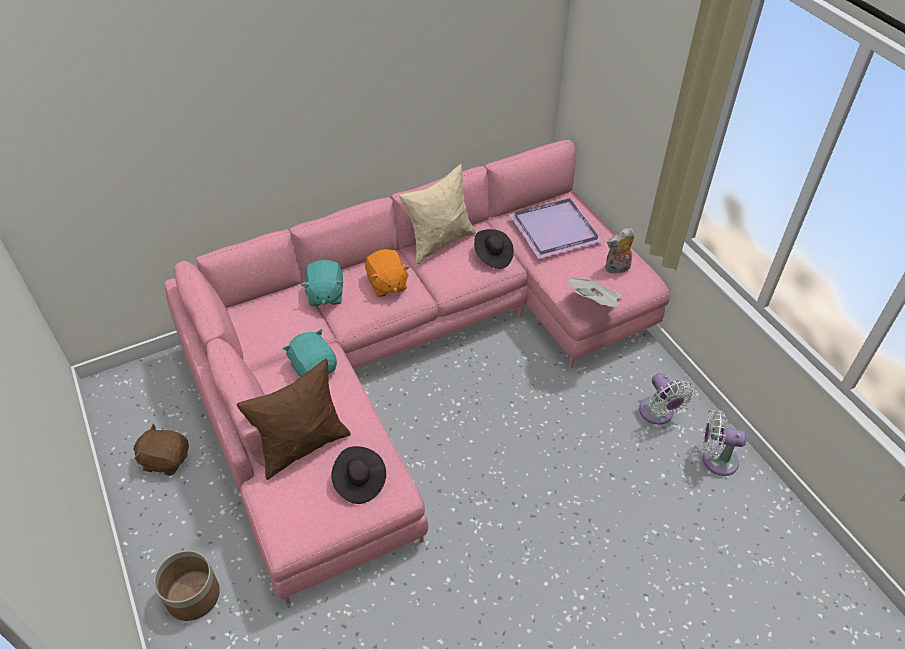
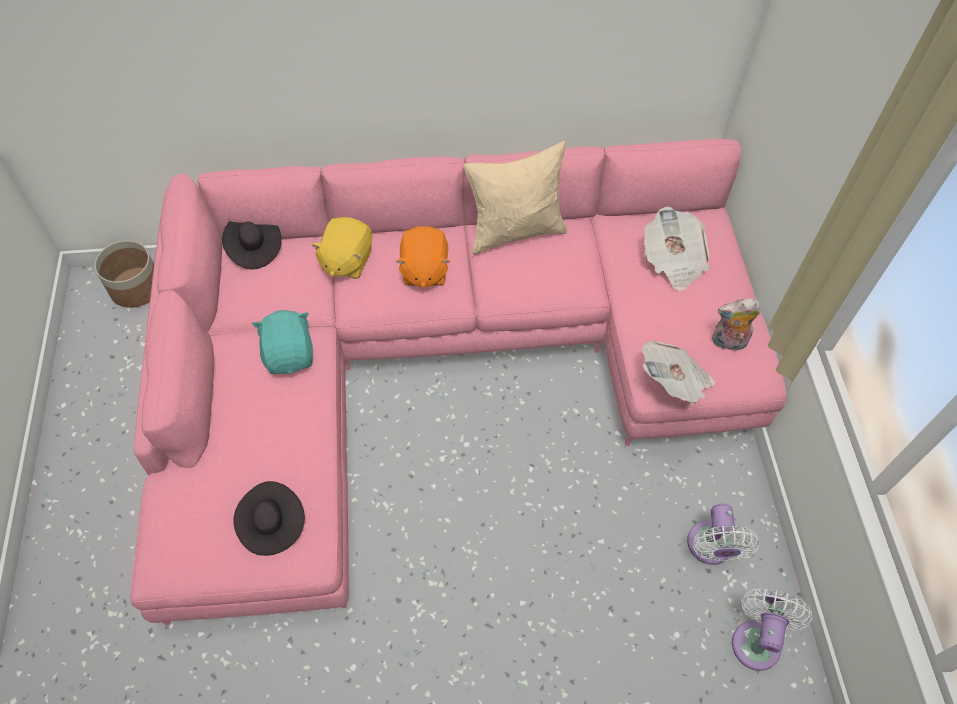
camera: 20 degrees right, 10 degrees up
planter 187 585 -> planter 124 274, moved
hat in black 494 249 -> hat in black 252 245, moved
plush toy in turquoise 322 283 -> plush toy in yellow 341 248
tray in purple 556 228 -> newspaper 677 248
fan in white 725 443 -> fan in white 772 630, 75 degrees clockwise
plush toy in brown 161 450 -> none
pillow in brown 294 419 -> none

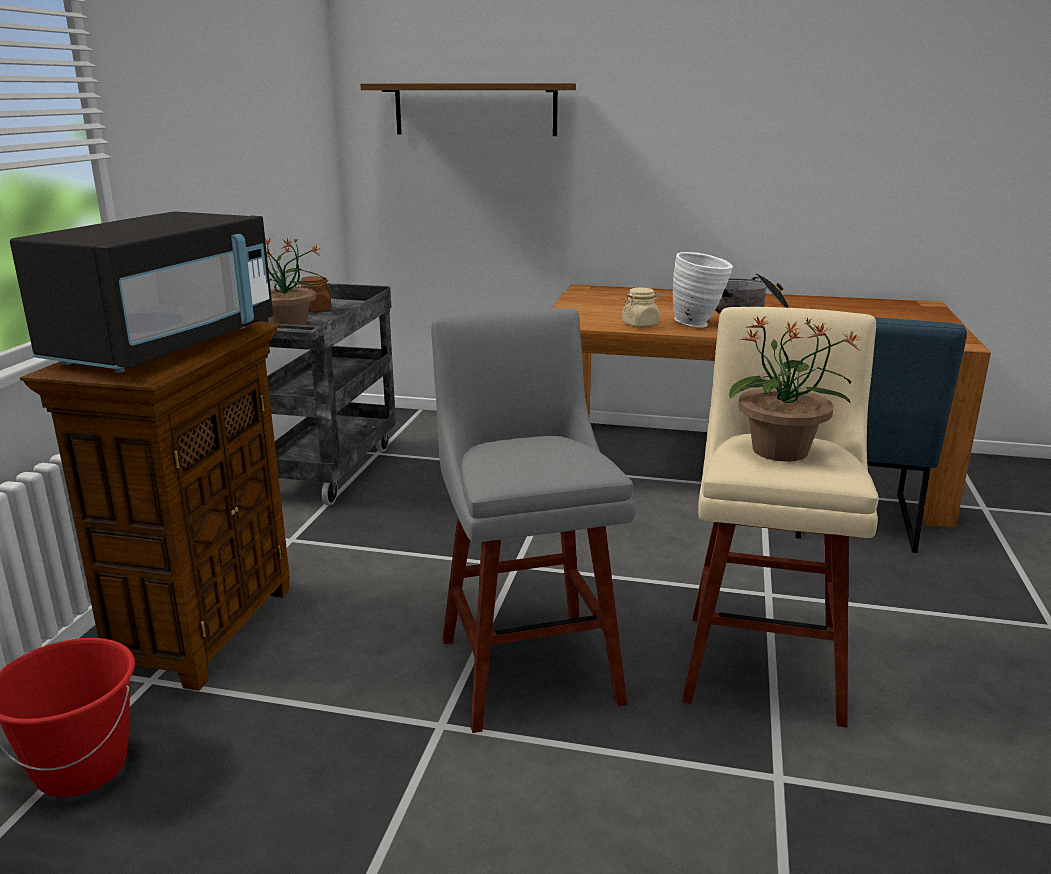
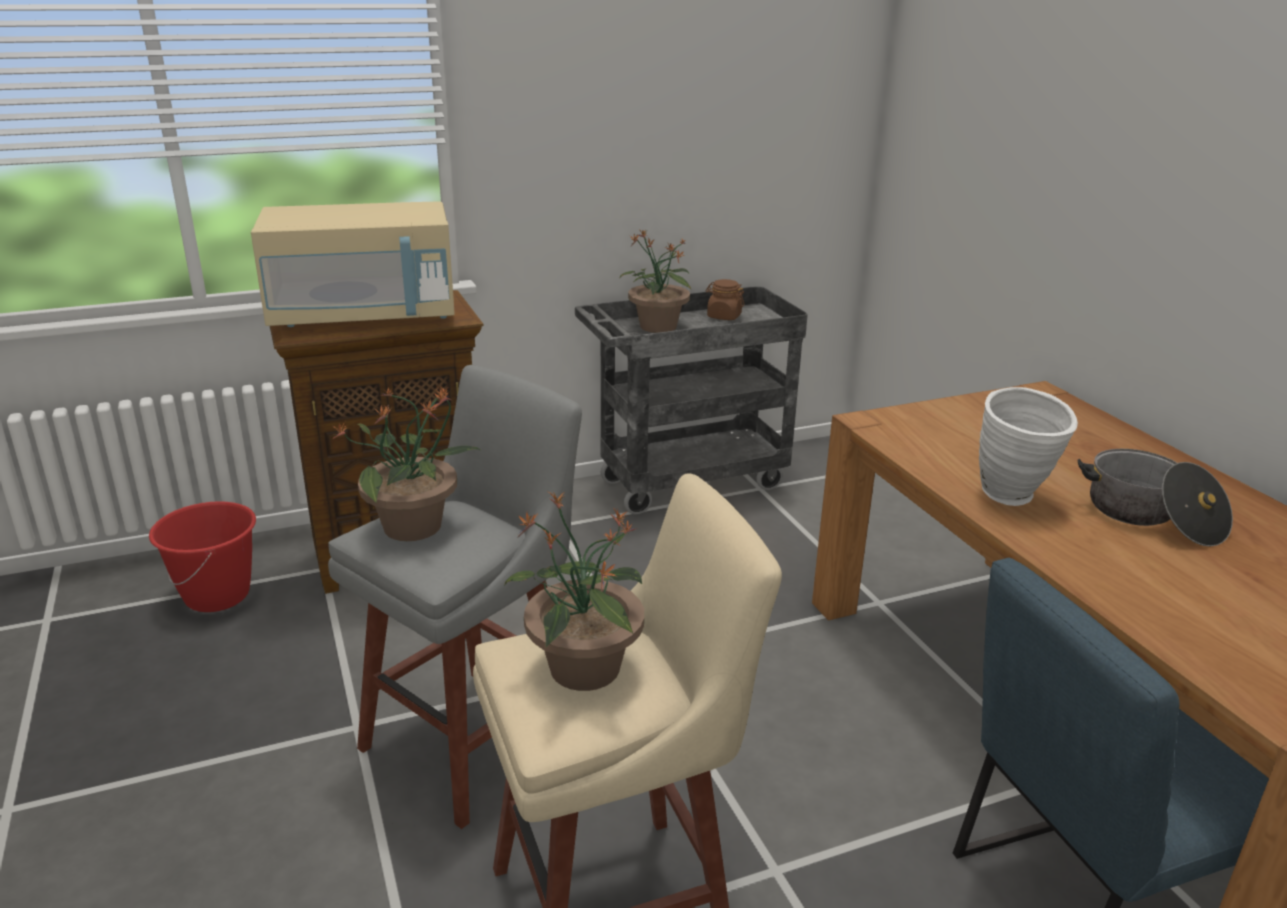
camera: 55 degrees right, 5 degrees up
microwave in black 141 292 -> microwave in beige 353 264
none -> potted plant 407 463
shelf 468 109 -> none
jar in beige 640 307 -> none

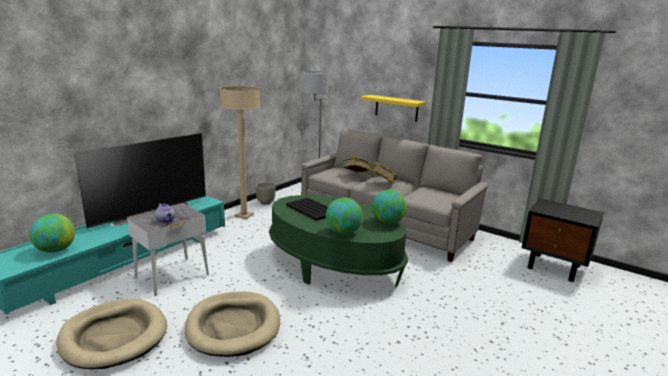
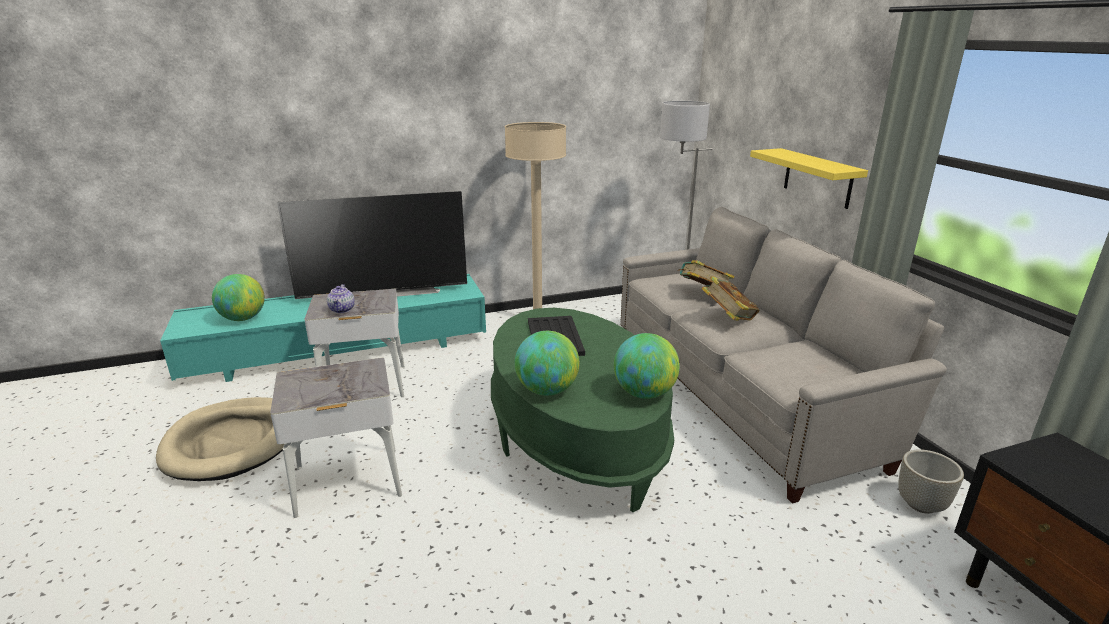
camera: 35 degrees right, 5 degrees up
dog bed in beige 232 324 -> side table 336 437
planter in grey 266 193 -> planter in grey 931 481, moved

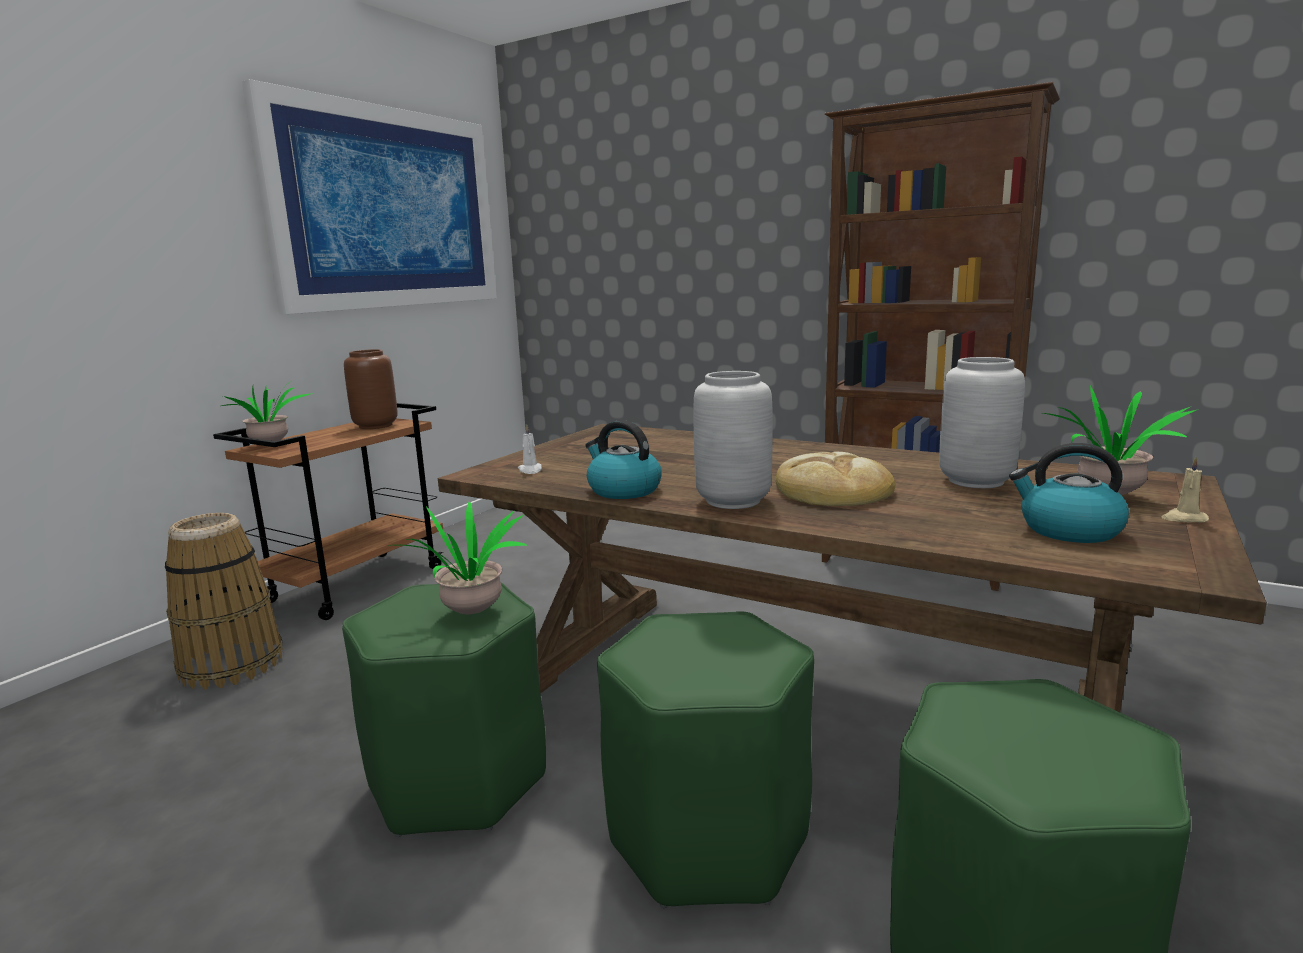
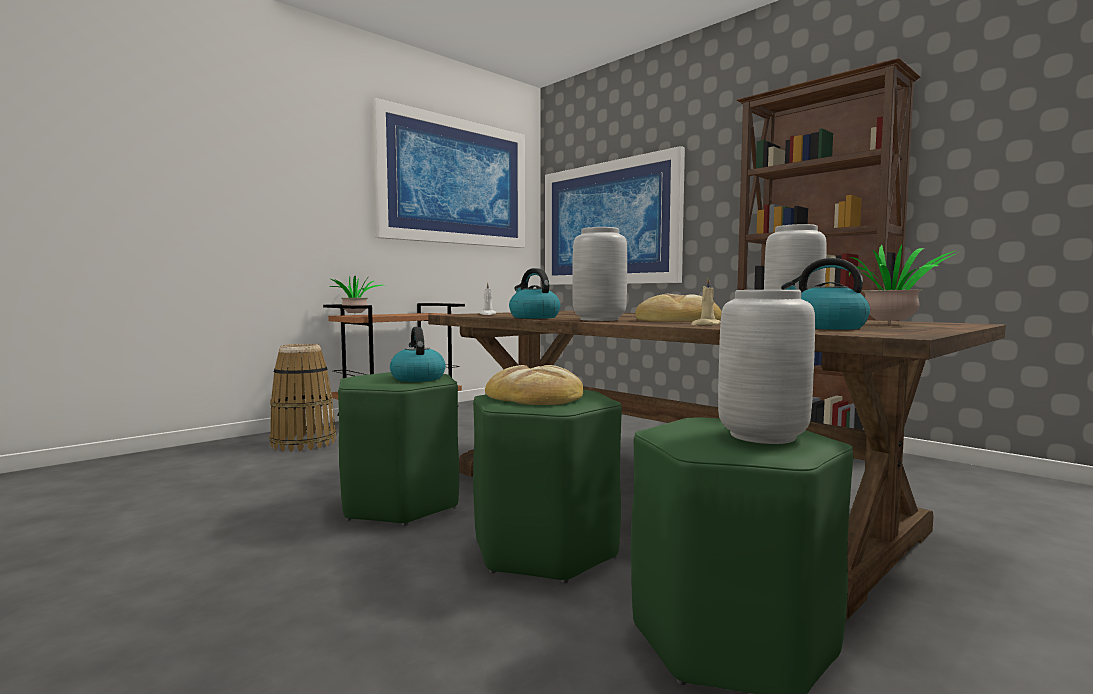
camera: 15 degrees right, 10 degrees down
potted plant 457 558 -> kettle 418 354
none -> bread 534 385
none -> picture 615 215
candle in beige 1185 489 -> candle in beige 706 301, moved
none -> vase in grey 766 367
vase in brown 371 389 -> none

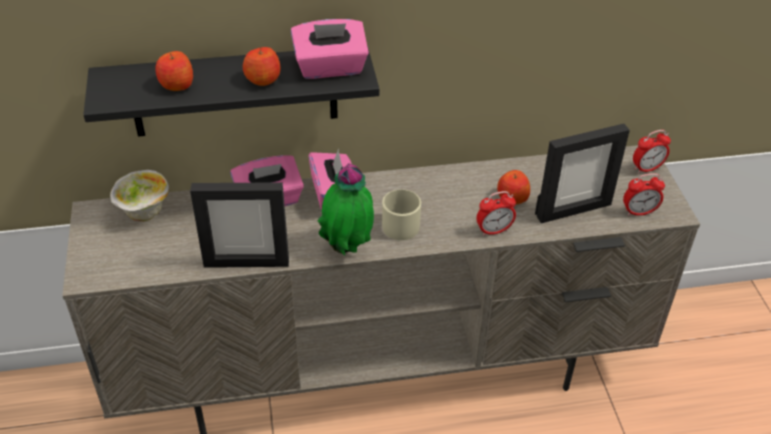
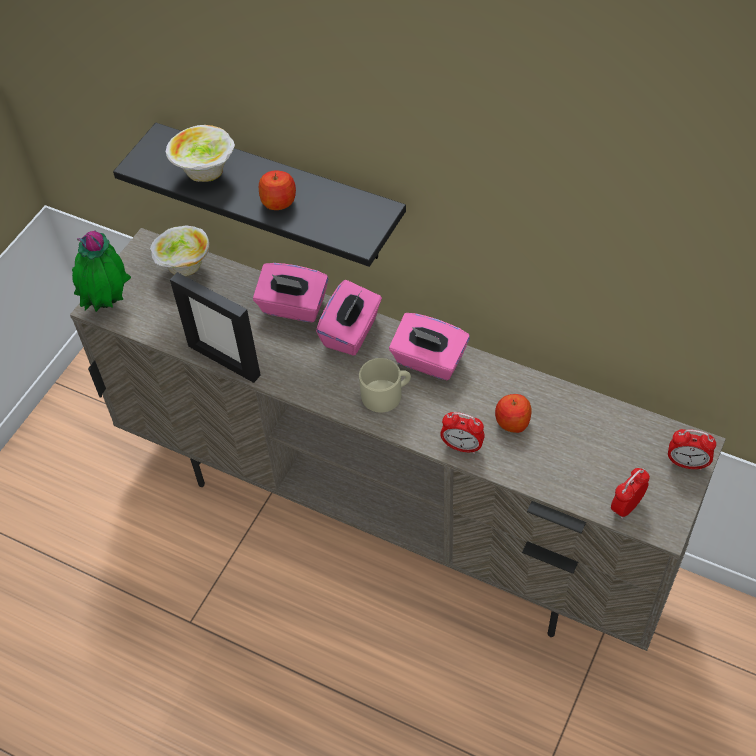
camera: 40 degrees right, 10 degrees up
potted plant 346 209 -> potted plant 101 271, moved
apple 174 71 -> bowl 200 153
tissue box in pink 330 49 -> tissue box in pink 429 346, moved
alarm clock 644 194 -> alarm clock 630 493, 105 degrees clockwise
picture frame 582 173 -> none

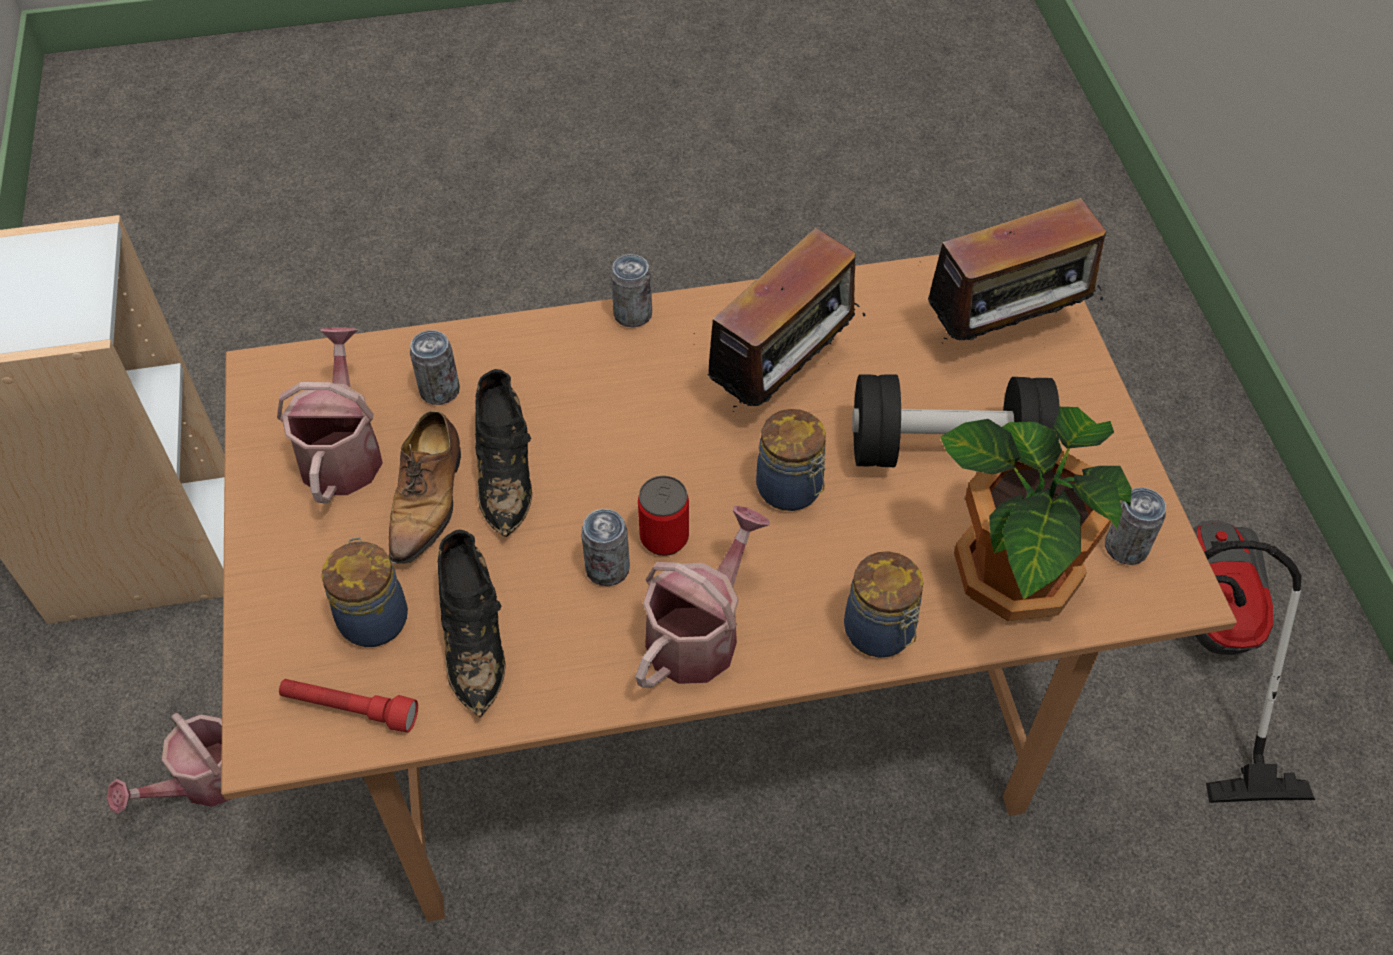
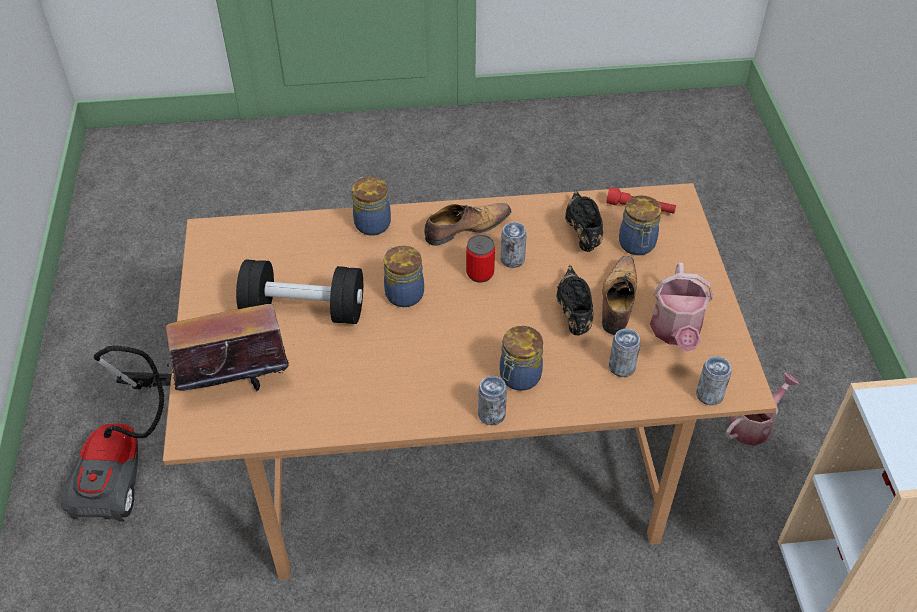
camera: 175 degrees left, 5 degrees down
watering can 703 597 -> shoe 468 224
none -> jar 521 358
can 1135 526 -> can 714 381, moved
radio 780 320 -> none
potted plant 1036 514 -> none

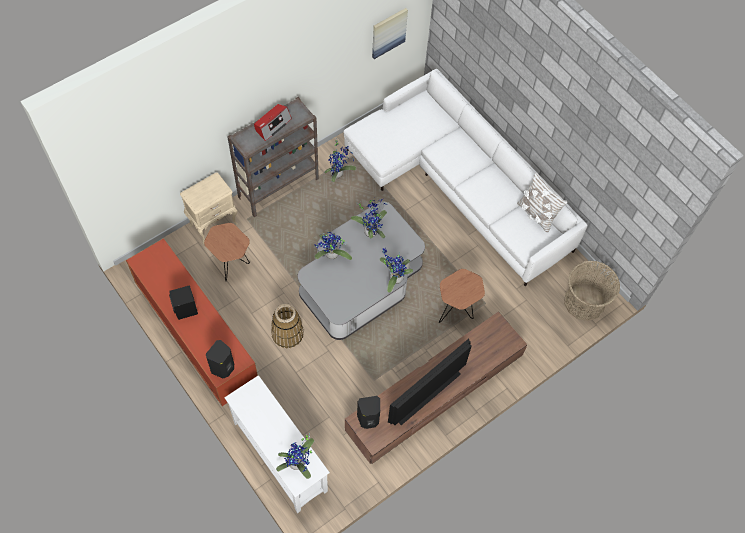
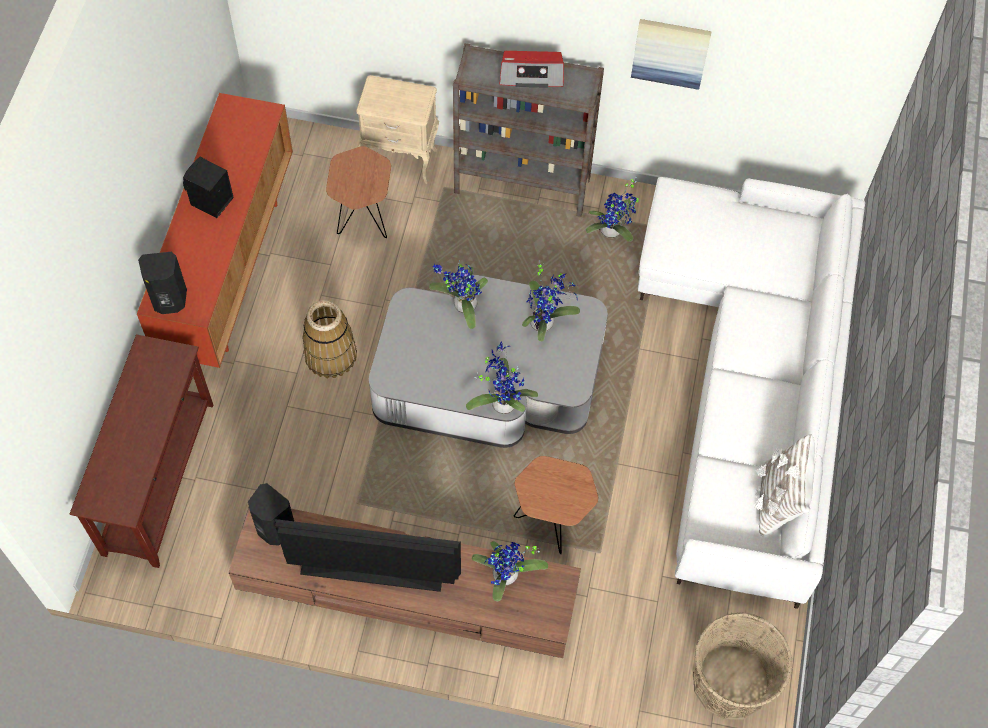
camera: 50 degrees right, 0 degrees up
console table in white 277 444 -> console table in brown 141 451
potted plant 295 456 -> potted plant 510 571, moved
picture 390 33 -> picture 671 54, moved

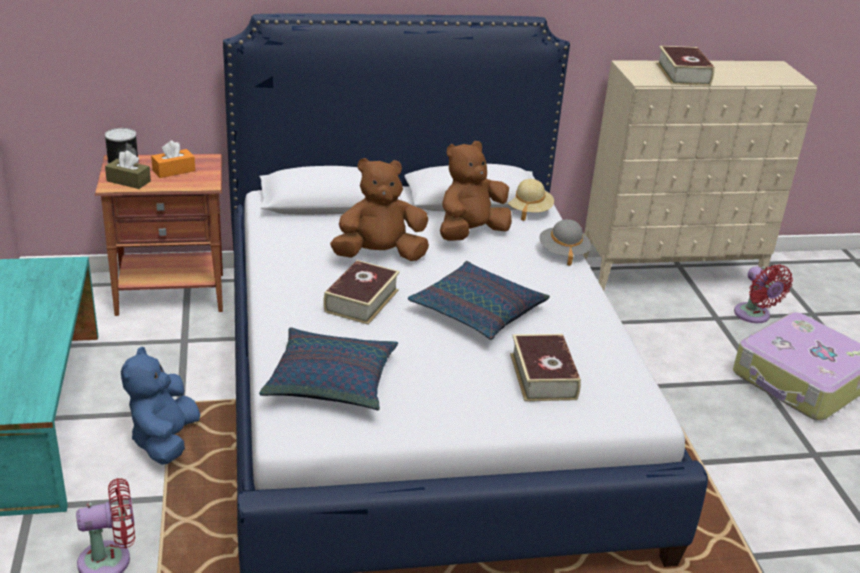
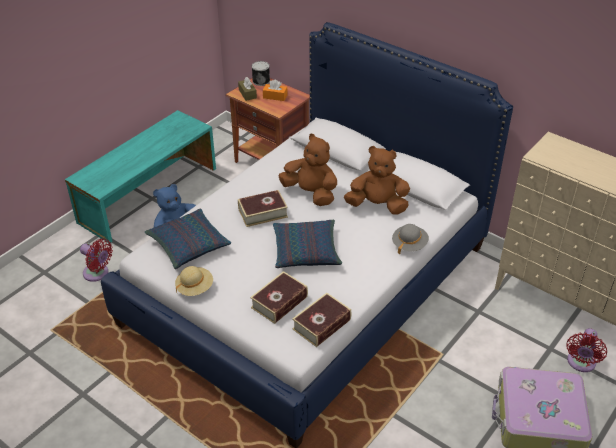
camera: 50 degrees right, 10 degrees up
hat in beige 531 200 -> hat in beige 194 281, moved
book 685 66 -> book 321 320, moved

